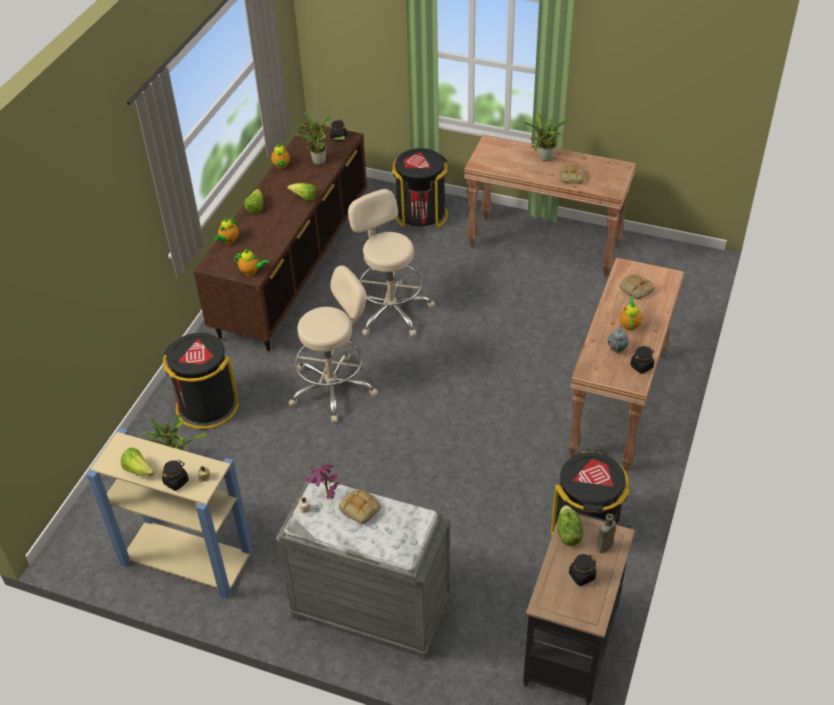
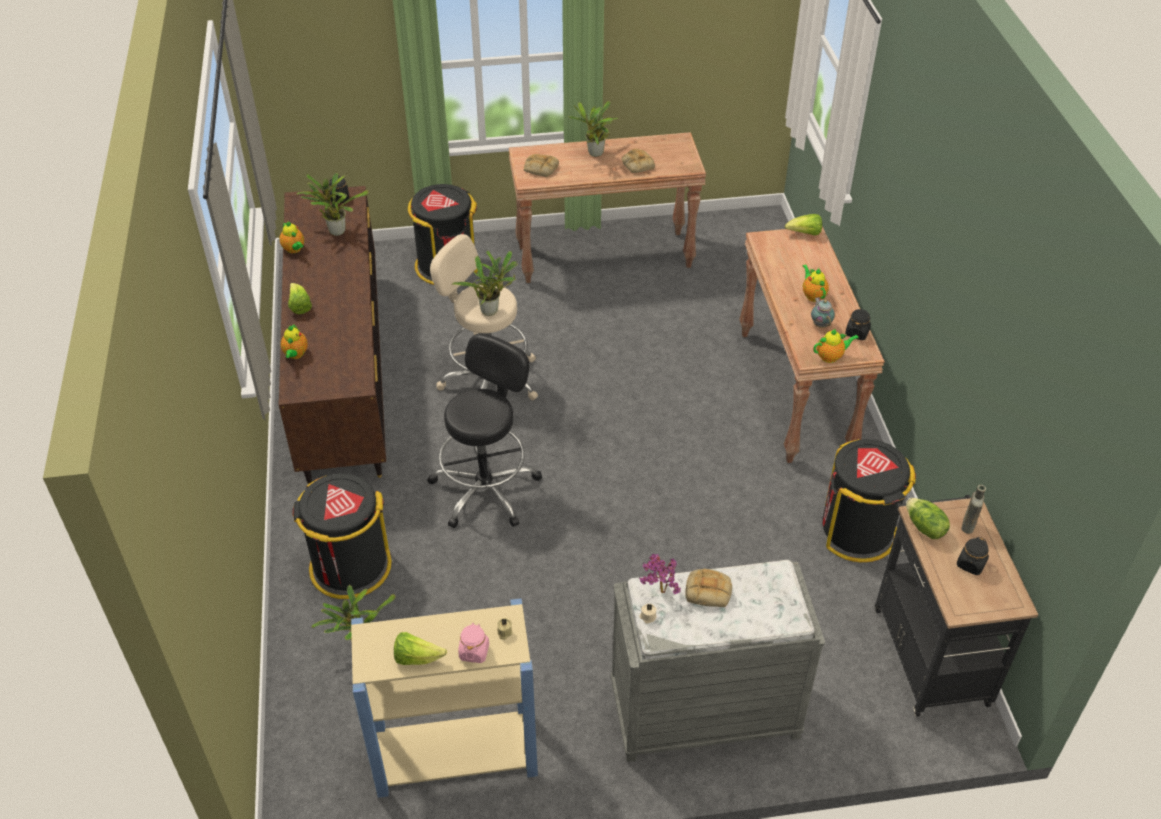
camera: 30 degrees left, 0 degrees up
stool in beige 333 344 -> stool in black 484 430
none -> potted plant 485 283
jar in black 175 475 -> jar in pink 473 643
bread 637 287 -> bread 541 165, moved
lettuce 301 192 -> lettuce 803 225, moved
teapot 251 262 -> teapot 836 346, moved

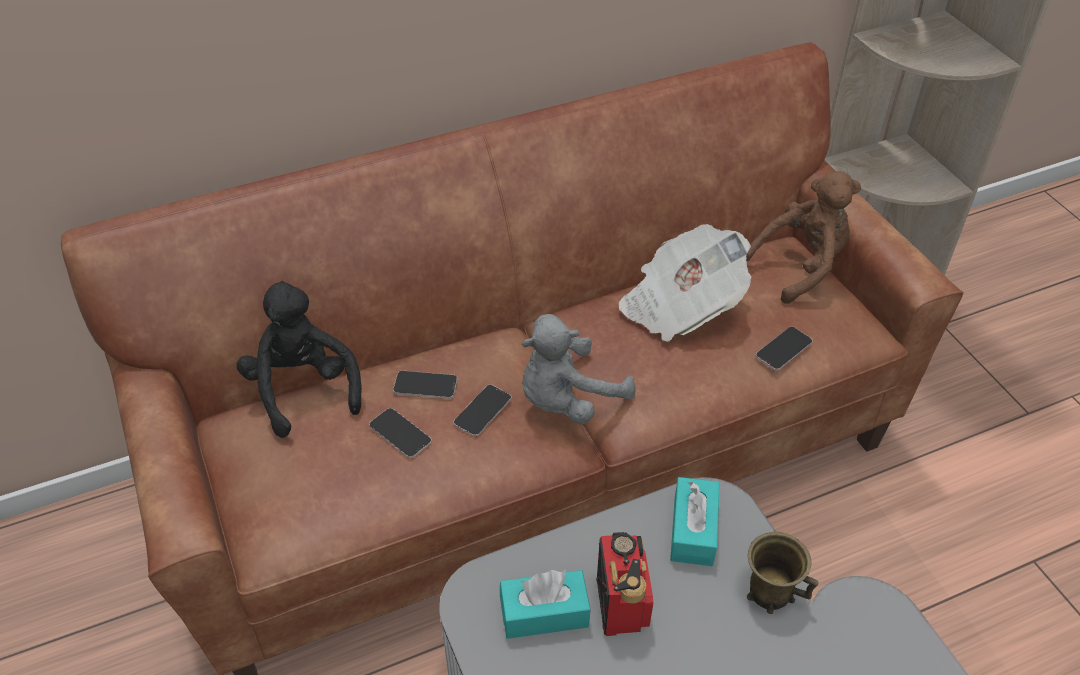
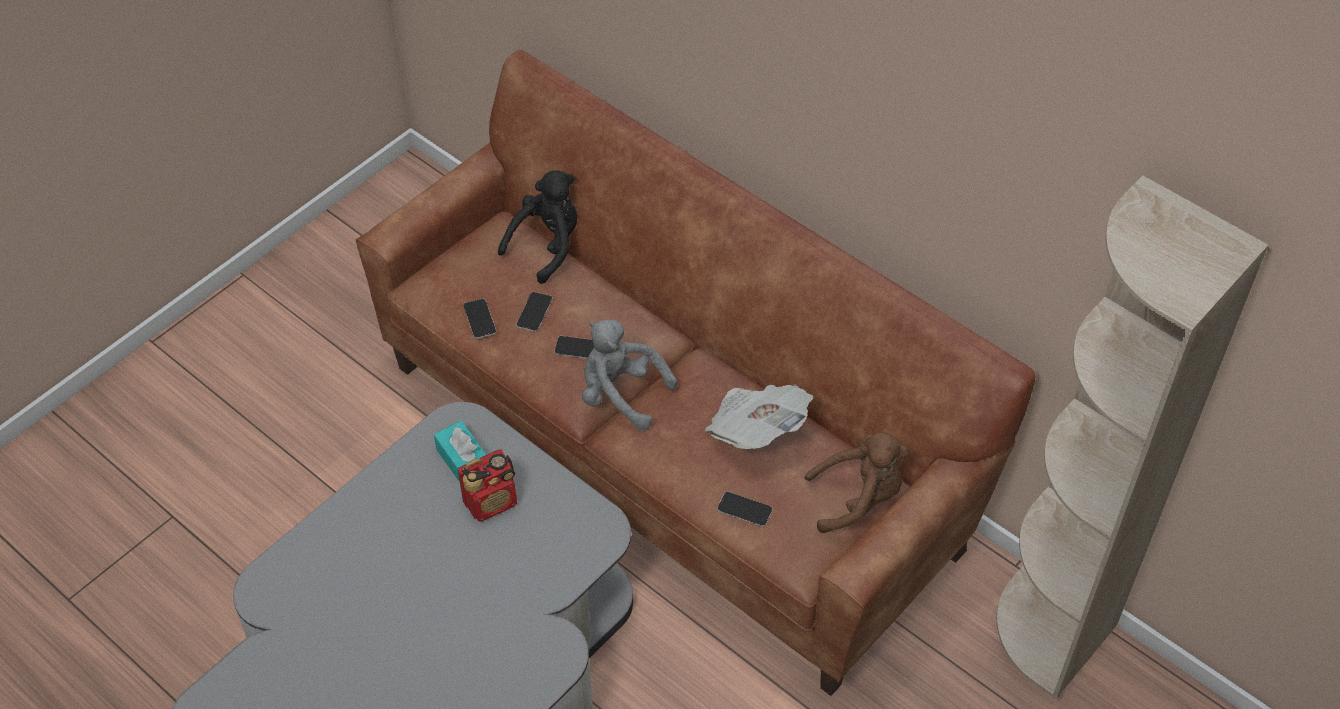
camera: 65 degrees right, 5 degrees up
phone 425 385 -> phone 479 319, moved
plush toy in brown 803 237 -> plush toy in brown 856 483, 45 degrees counterclockwise
tissue box in turquoise 695 521 -> none
mug in brown 782 573 -> none

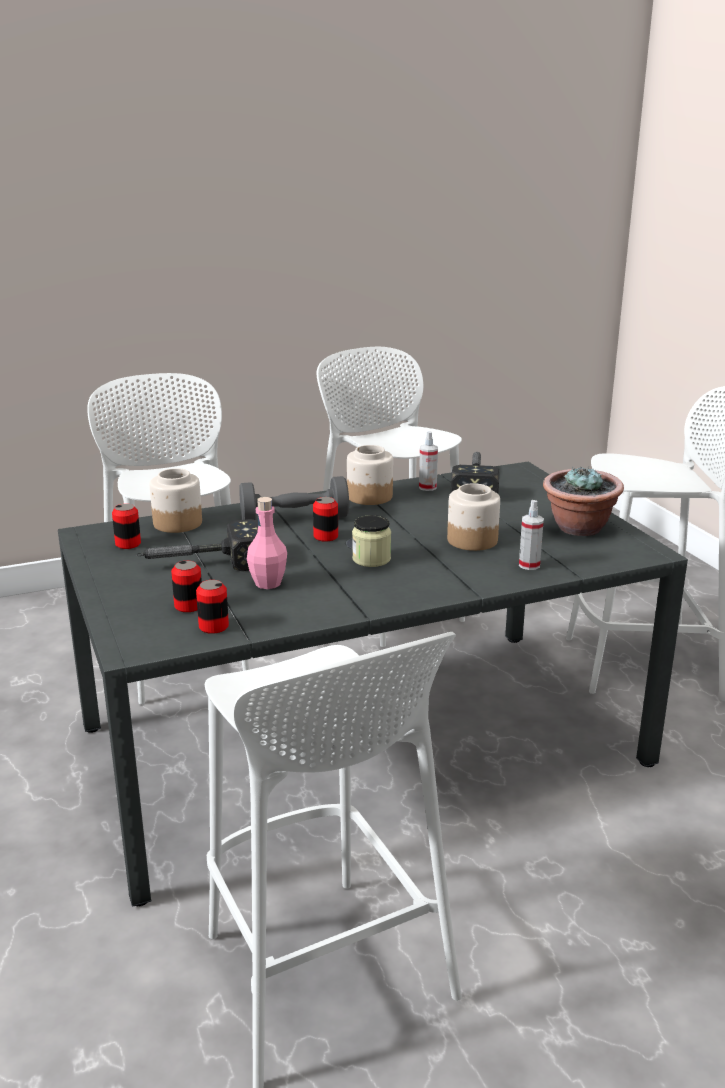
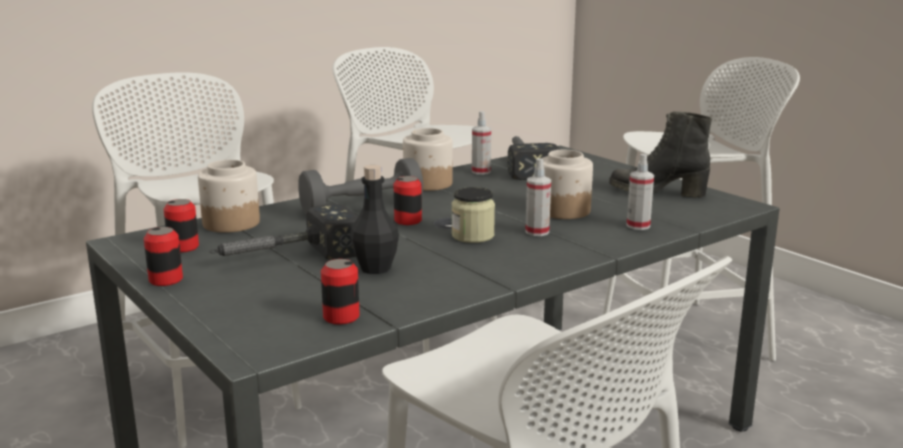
camera: 15 degrees left, 5 degrees down
can 186 586 -> can 163 256, moved
bottle in pink 267 543 -> bottle in black 374 219
none -> spray bottle 538 197
potted plant 583 501 -> boot in black 660 154

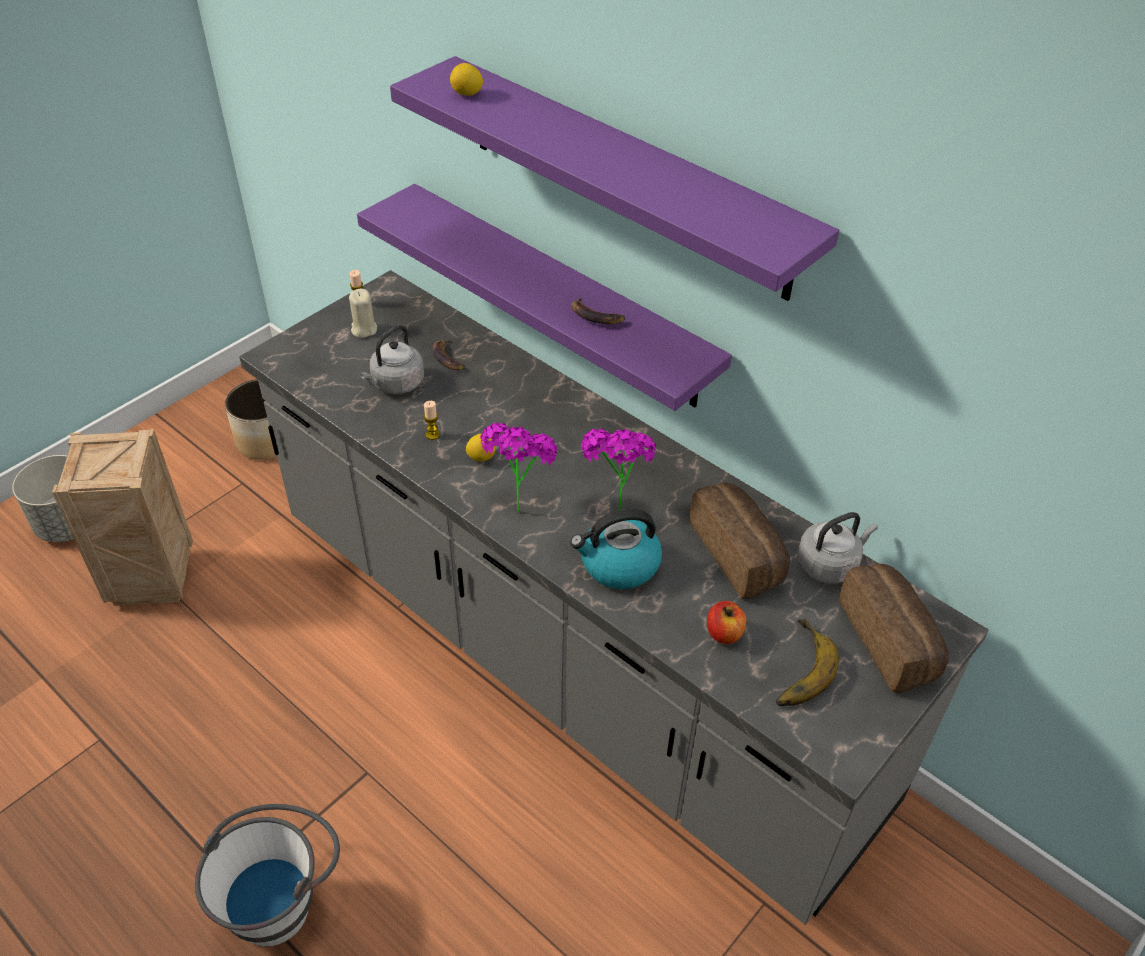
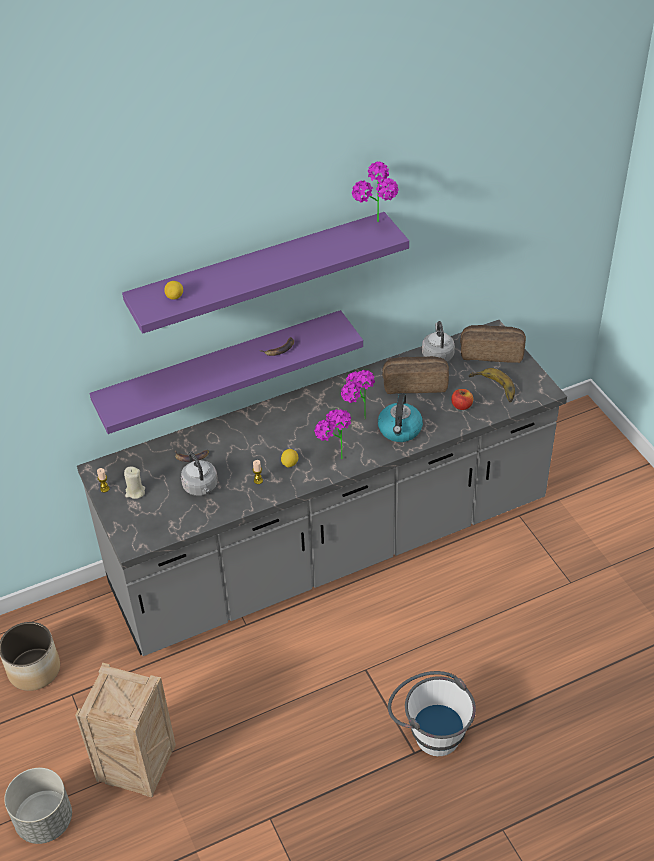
camera: 65 degrees left, 0 degrees up
none -> potted plant 375 192

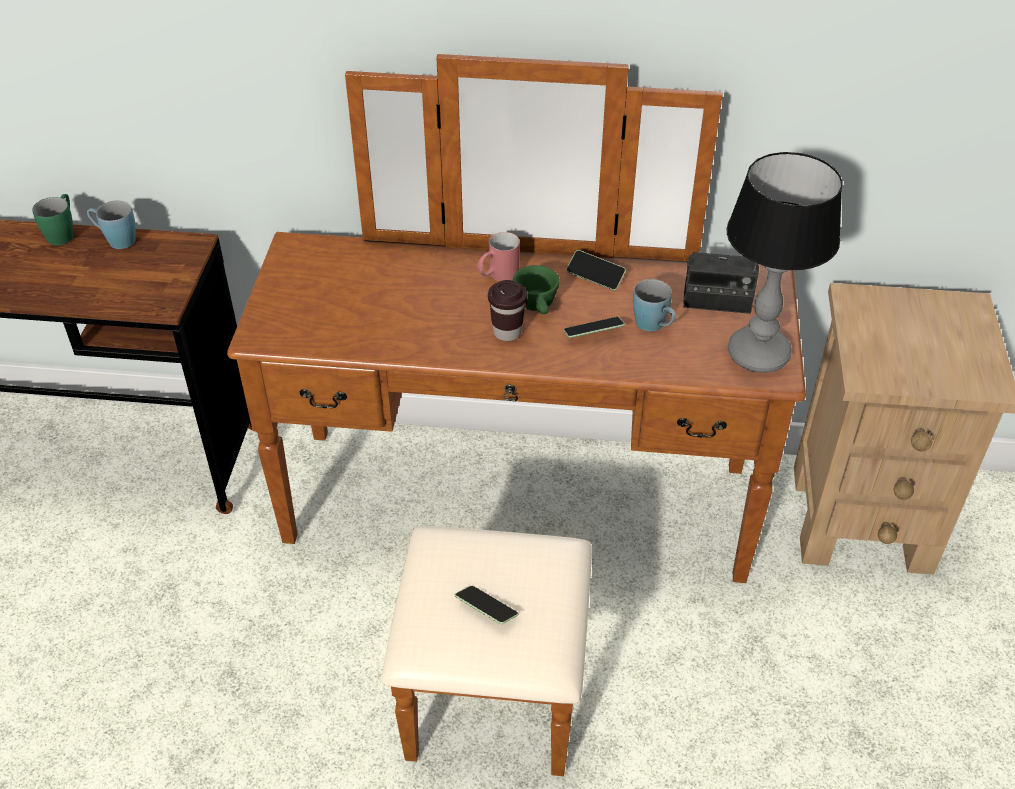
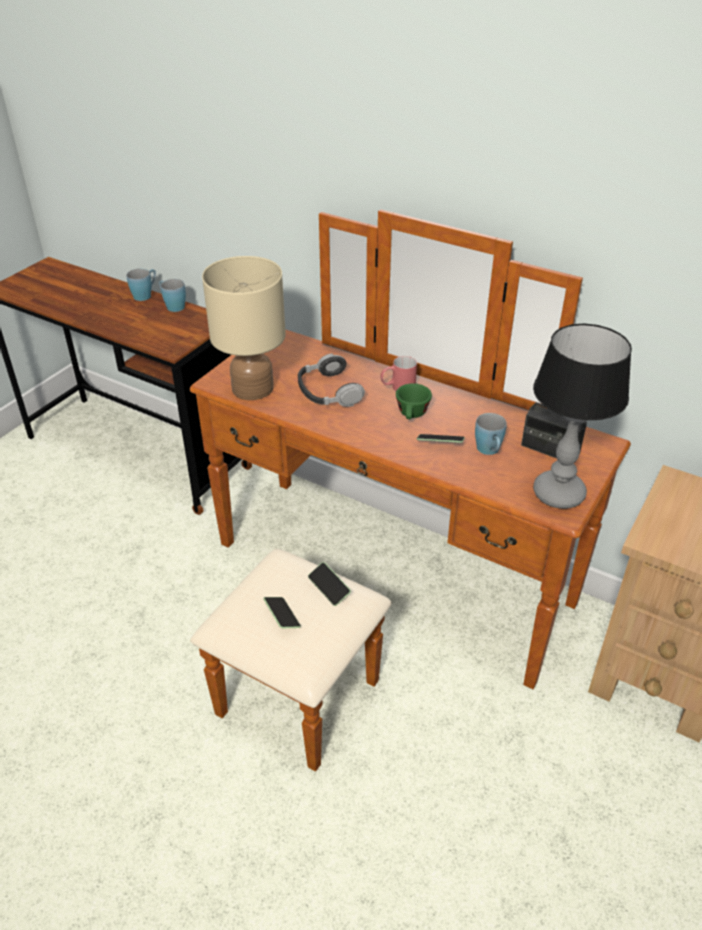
camera: 25 degrees right, 5 degrees down
mug in green 52 219 -> mug in blue 141 285
none -> table lamp in beige 244 328
none -> headphones 331 380
phone 596 270 -> phone 329 584, moved
cup in brown 507 310 -> none

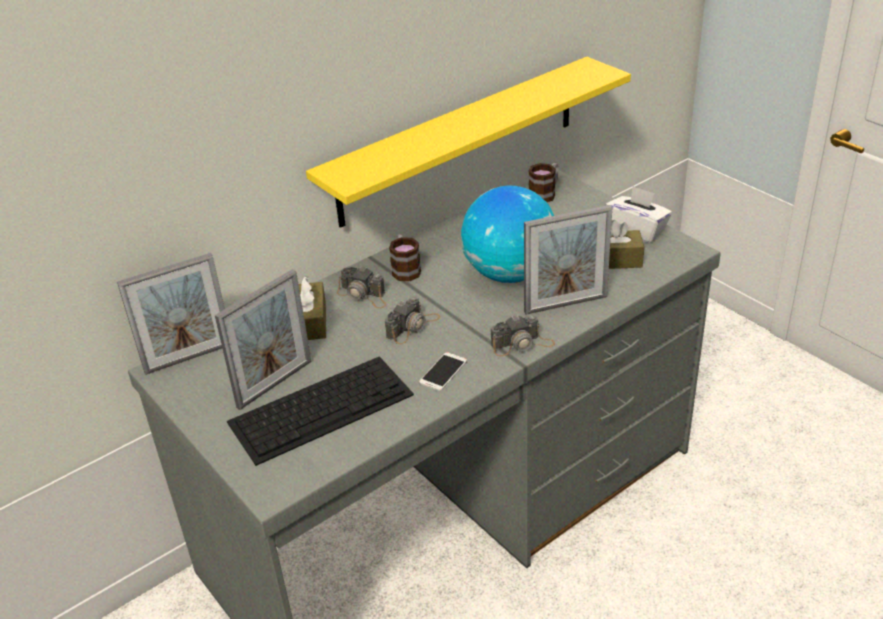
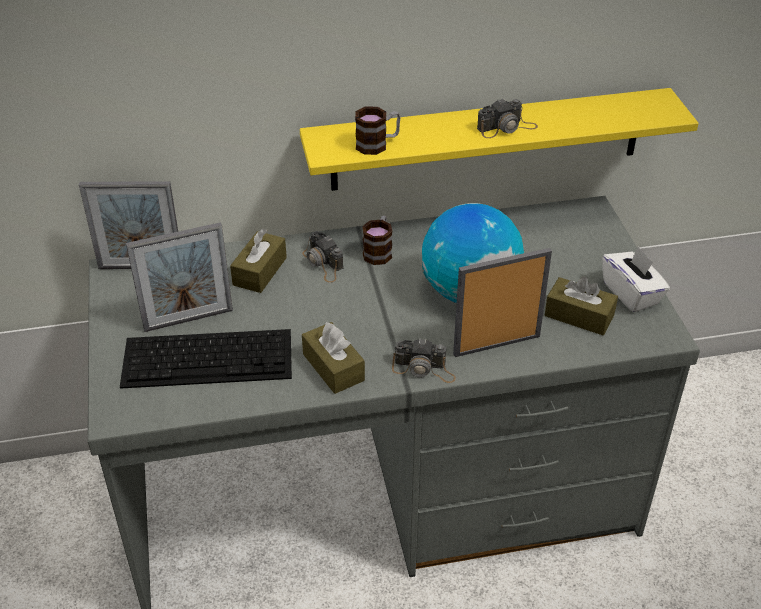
camera: 25 degrees right, 5 degrees up
phone 443 371 -> tissue box in brown 333 358
mug 544 182 -> mug 377 131, moved
picture frame 568 260 -> picture frame 502 302, 150 degrees clockwise
photo camera 412 320 -> photo camera 507 118, moved

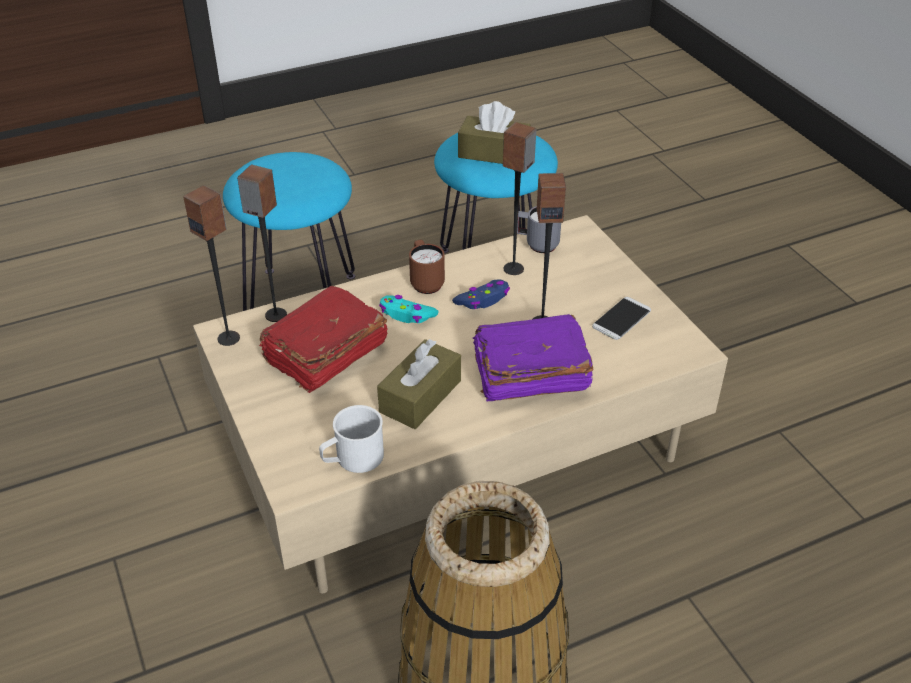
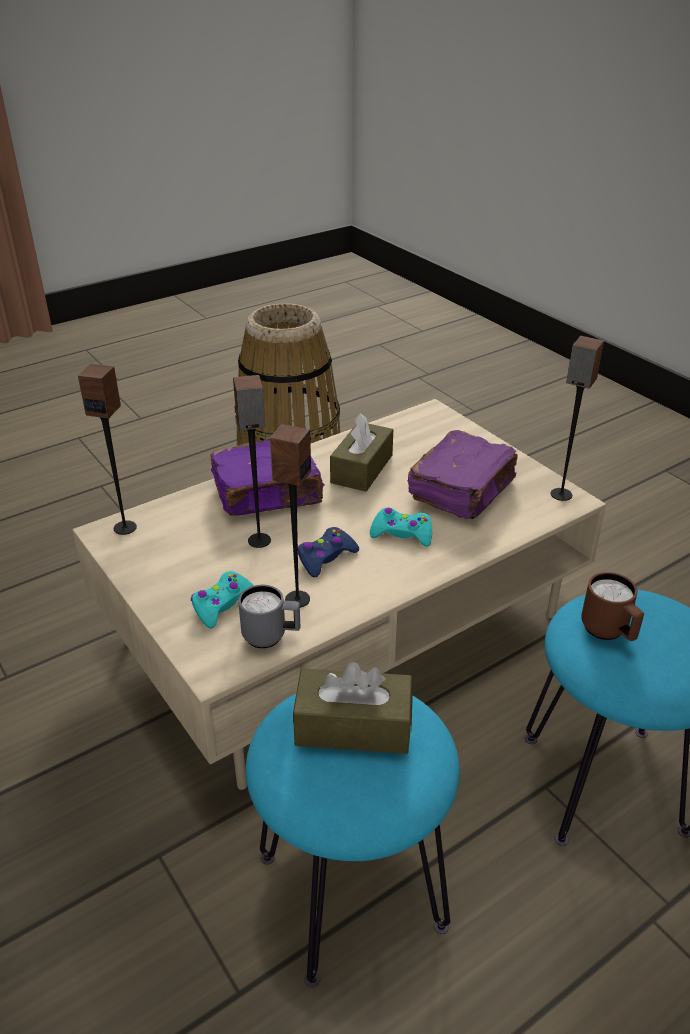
camera: 170 degrees right, 5 degrees down
speaker 262 243 -> speaker 107 449, moved
none -> game controller in turquoise 222 599
book in red 323 339 -> book in purple 462 474
mug in brown 427 267 -> mug in brown 612 606, moved
mug in white 351 439 -> none
phone 621 318 -> none

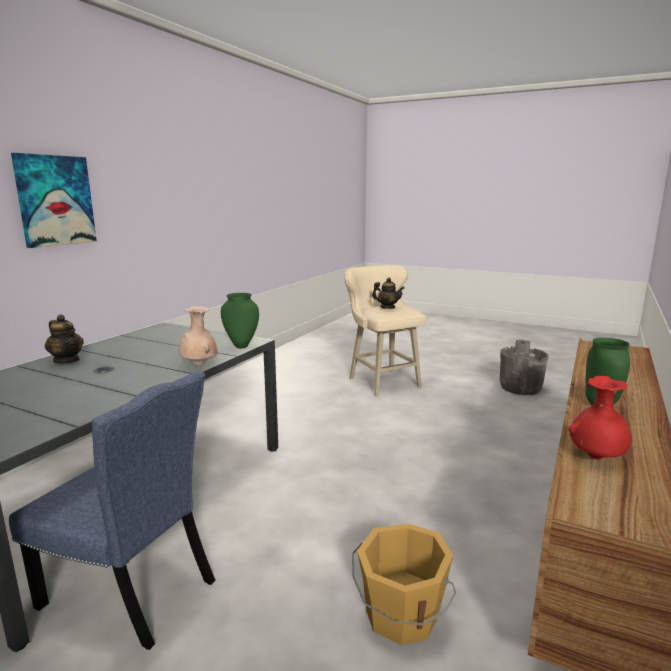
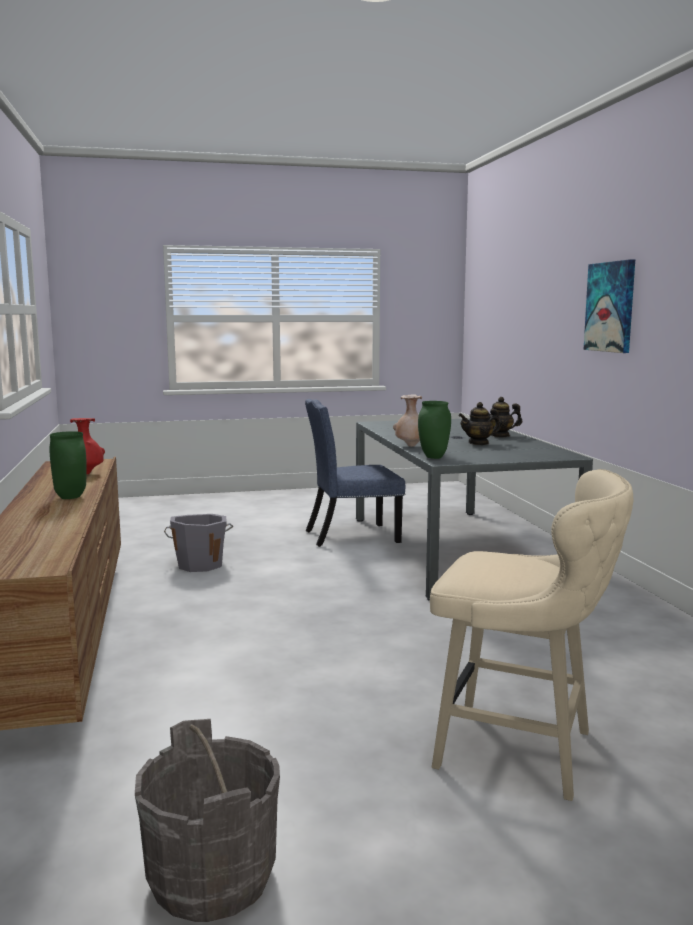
camera: 140 degrees right, 5 degrees down
bucket in orange 404 584 -> bucket in grey 198 543
teapot 388 293 -> teapot 479 423, moved

